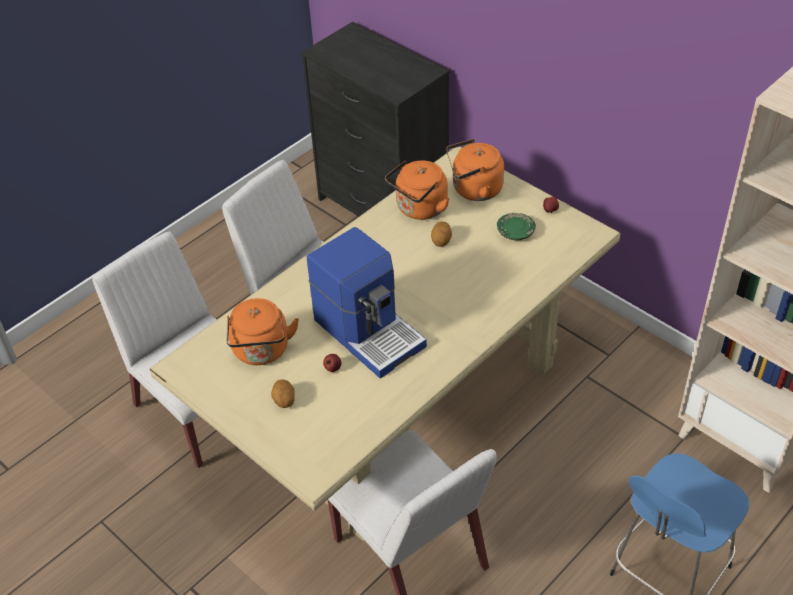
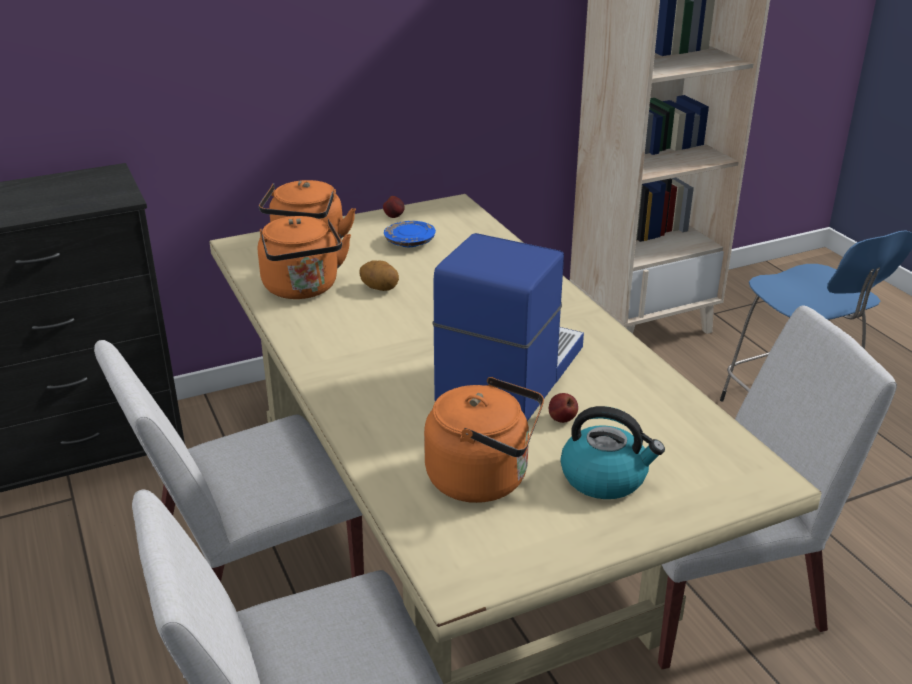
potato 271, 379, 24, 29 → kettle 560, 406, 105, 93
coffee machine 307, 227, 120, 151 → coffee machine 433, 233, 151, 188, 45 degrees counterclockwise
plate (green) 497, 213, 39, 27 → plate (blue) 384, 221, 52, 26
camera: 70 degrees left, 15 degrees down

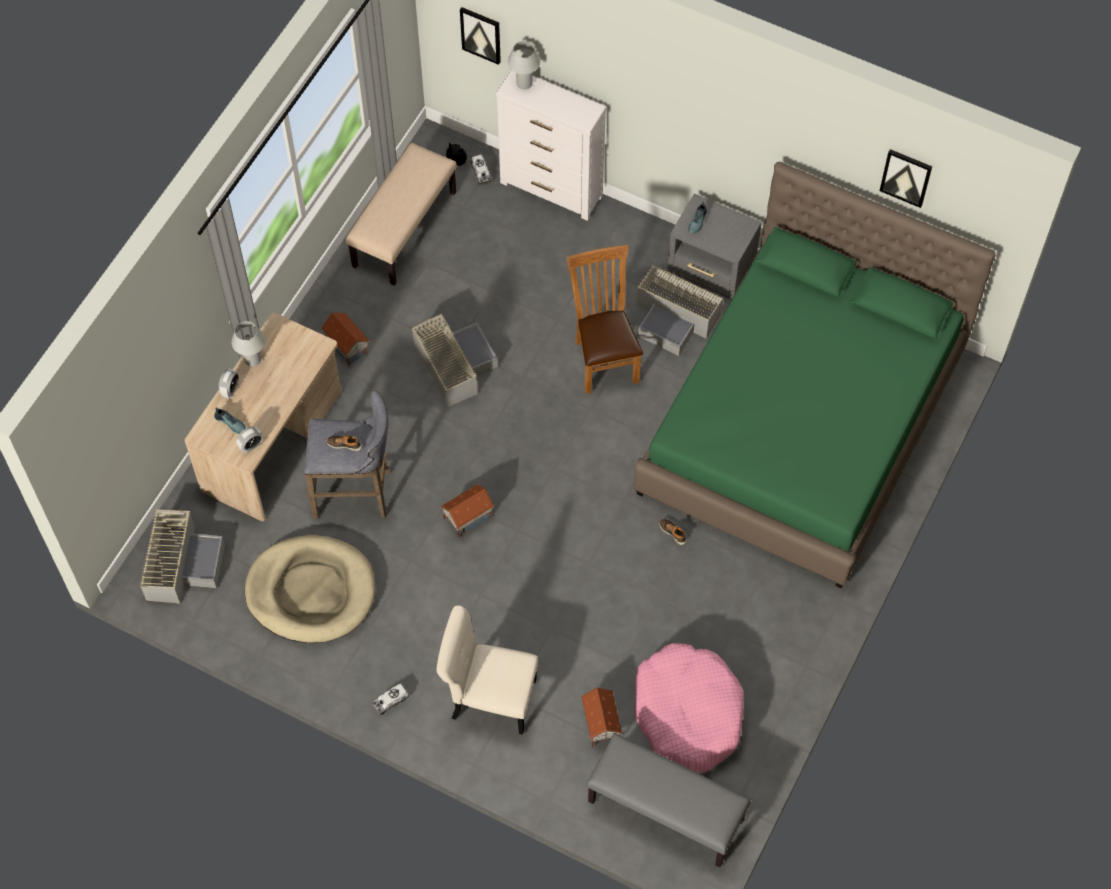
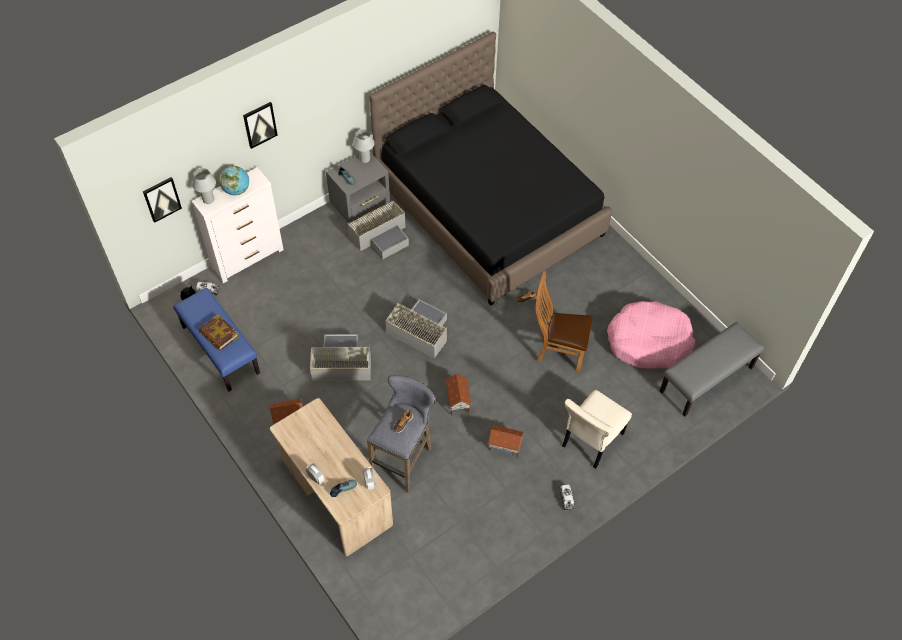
storage box (grey) 141, 510, 84, 93 → storage box (grey) 386, 299, 61, 59, shifted
table lamp (white) 231, 321, 34, 46 → table lamp (white) 353, 129, 22, 34, shifted
dog bed (beige) 245, 535, 130, 108 → -
bench (beige) 346, 143, 111, 143 → bench (blue) 173, 287, 87, 104
chair (brown) 567, 245, 76, 149 → chair (brown) 536, 271, 57, 101, shifted
toy house 581, 688, 41, 59 → toy house 488, 425, 37, 34, shifted
bed (green) 634, 162, 362, 427 → bed (black) 369, 32, 243, 274
picture 880, 149, 52, 59 → picture 243, 102, 34, 47, shifted
- → book 199, 315, 40, 35
- → globe 219, 166, 30, 29
camera: 65 degrees left, 5 degrees down

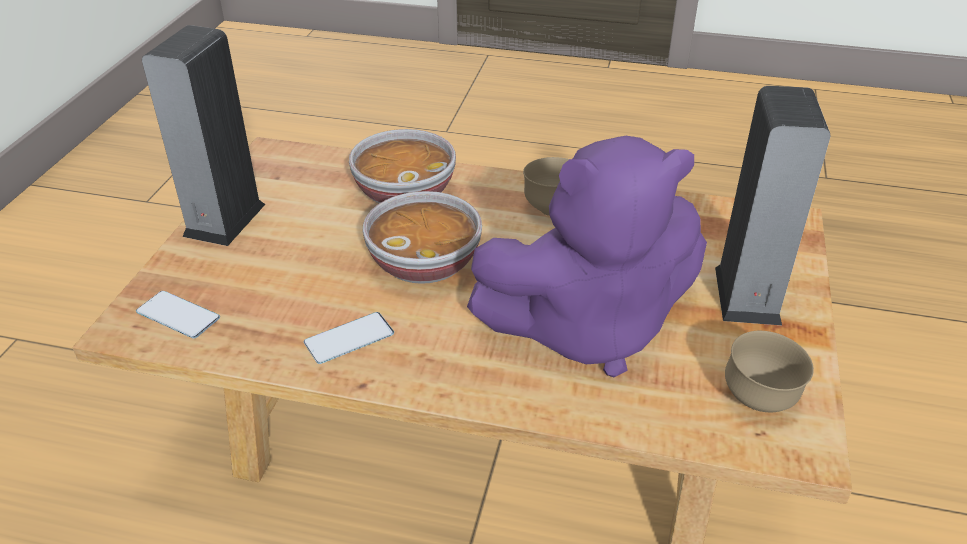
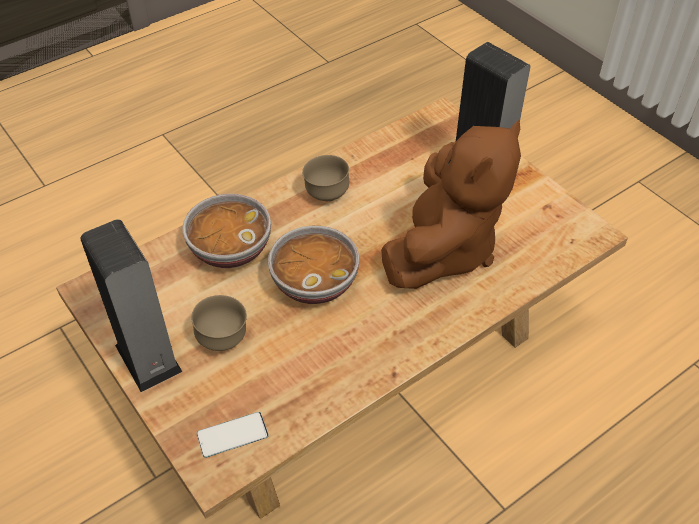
phone 304, 312, 90, 52 → -
plush toy (purple) 467, 136, 240, 242 → plush toy (brown) 381, 120, 140, 169
bowl (brown) 725, 331, 89, 81 → bowl (brown) 191, 295, 56, 56, shifted
camera: 50 degrees left, 10 degrees up

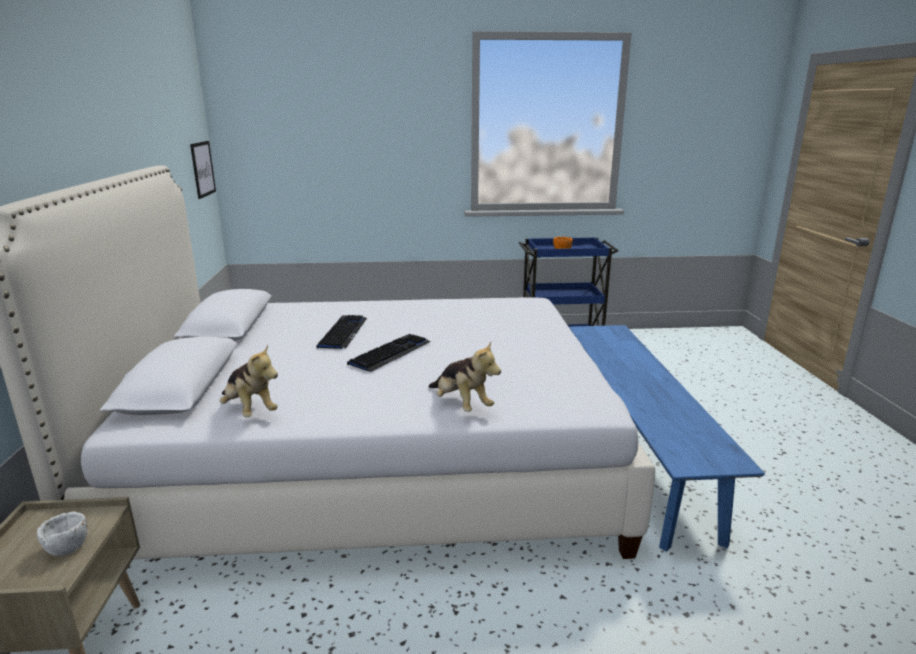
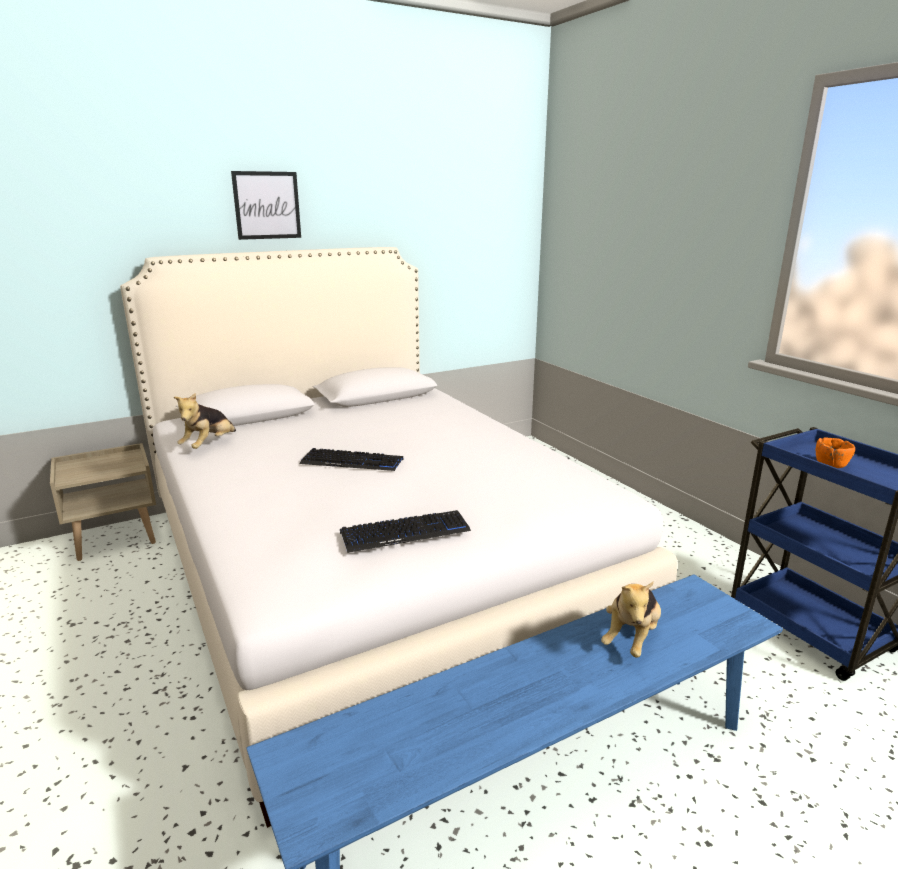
bowl (white) 37, 512, 51, 44 → -
picture 190, 141, 26, 58 → picture 231, 171, 70, 69, shifted
keyboard 316, 315, 51, 34 → keyboard 340, 510, 131, 43, shifted
plush toy 428, 342, 73, 70 → plush toy 601, 581, 60, 77, shifted
camera: 65 degrees right, 0 degrees up

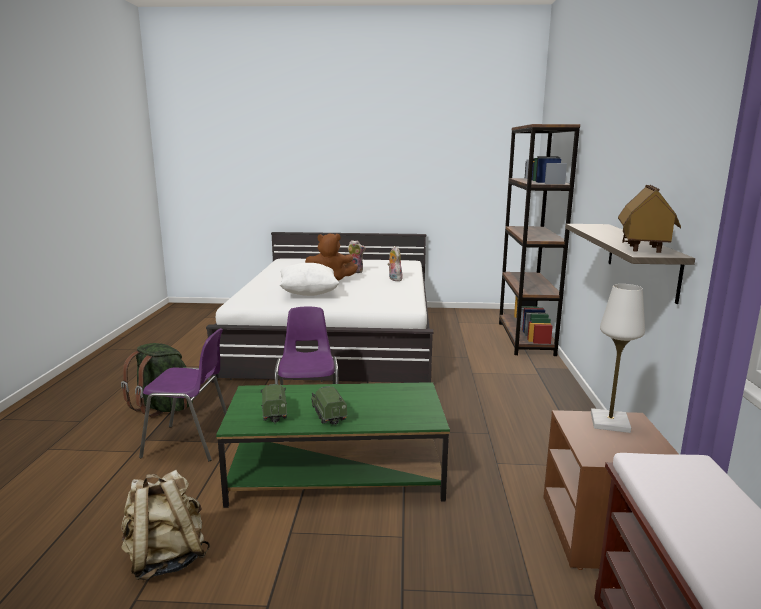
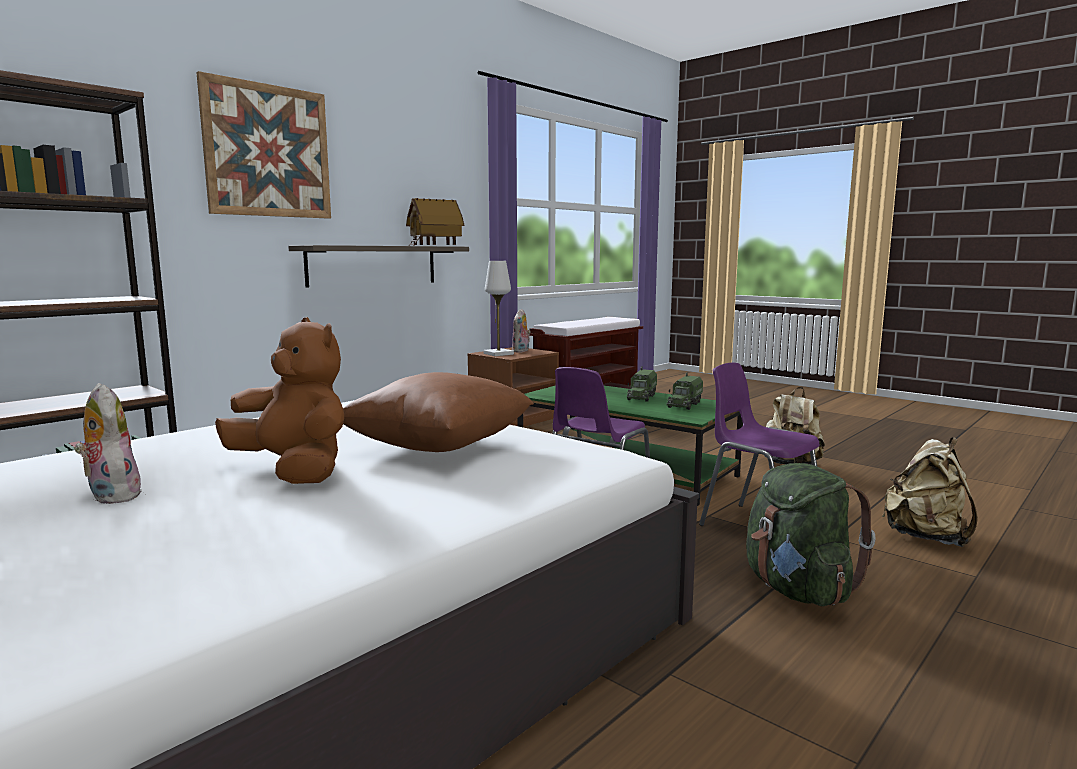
pillow (white) 279, 263, 60, 33 → pillow (brown) 343, 372, 191, 80
plush toy 387, 246, 16, 35 → plush toy 512, 309, 19, 44, shifted
- → picture 196, 71, 135, 148
- → backpack (beige) 882, 437, 96, 110
camera: 140 degrees left, 5 degrees down

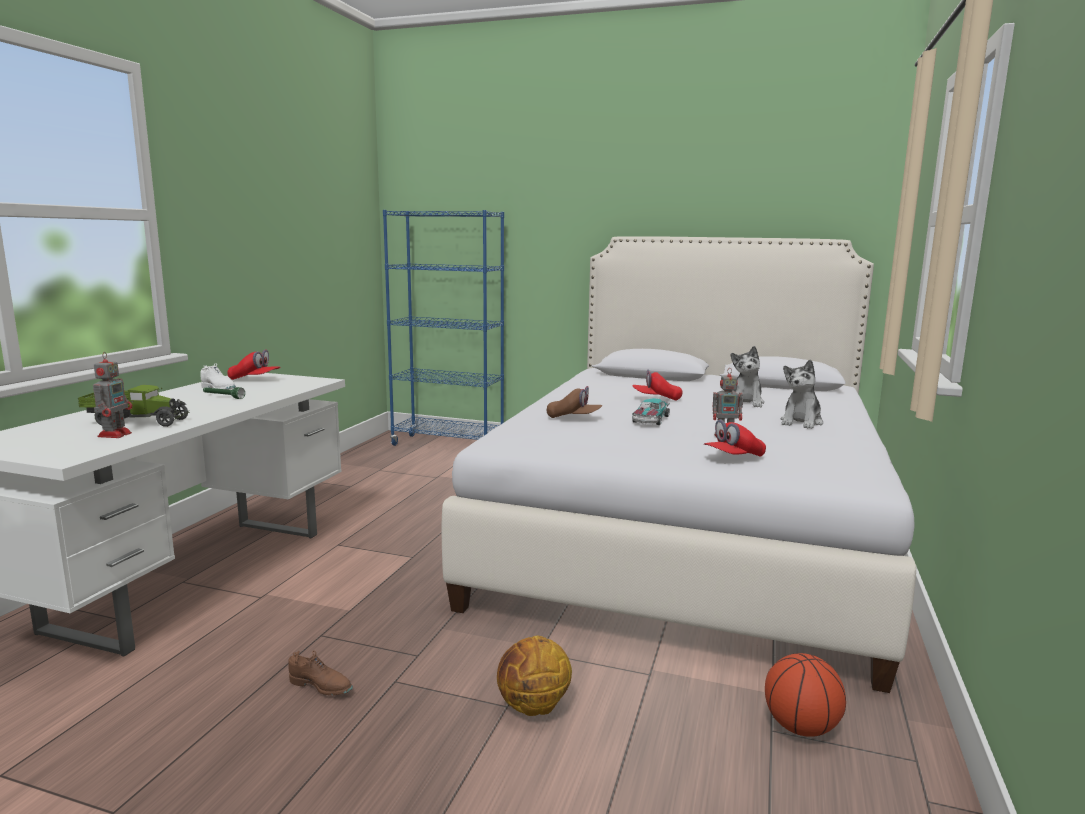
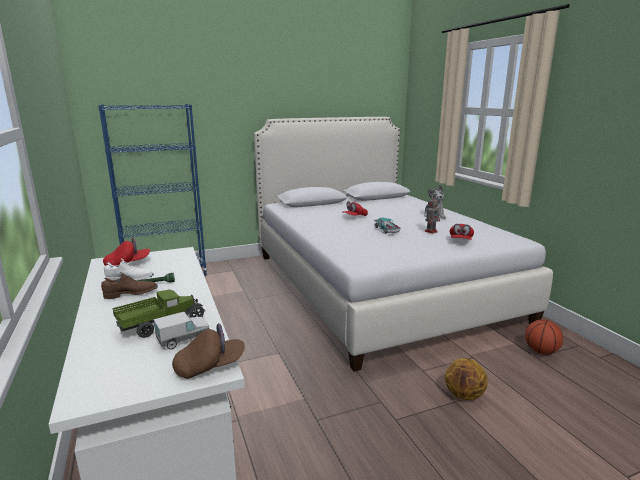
toy robot 93, 352, 39, 86 → toy truck 153, 312, 56, 37
shoe (brown) 288, 651, 65, 44 → shoe (brown) 101, 272, 57, 27, shifted
cap (brown) 547, 386, 55, 32 → cap (brown) 172, 323, 73, 56, shifted
plush toy 731, 346, 33, 61 → -
camera: 40 degrees left, 5 degrees up

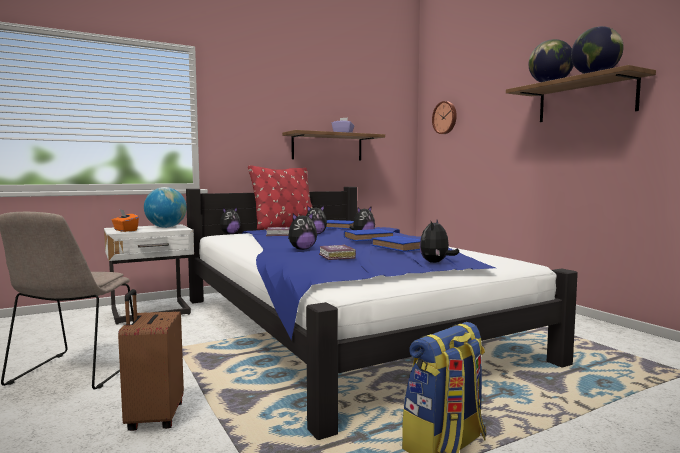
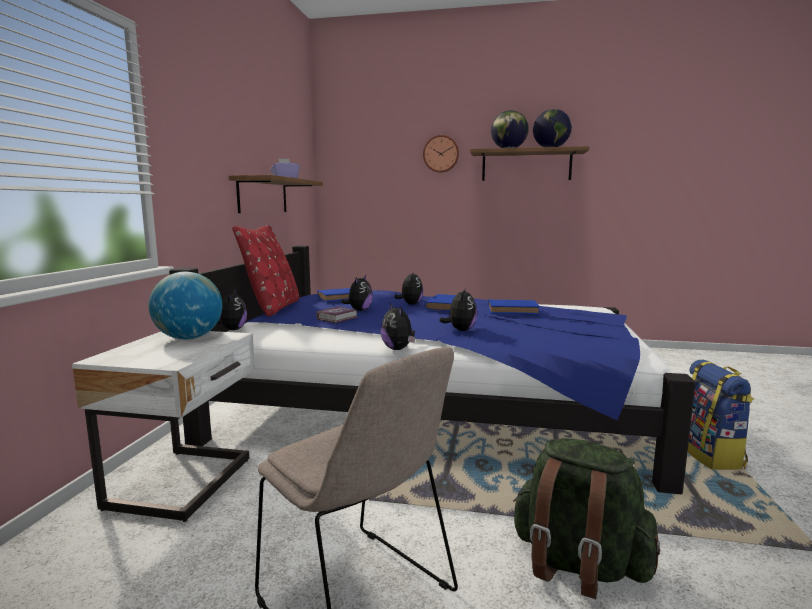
tissue box (orange) 112, 210, 27, 22 → -
suitcase (brown) 118, 289, 66, 142 → backpack (green) 513, 438, 147, 161
book 319, 245, 37, 15 → -
plush toy 420, 220, 39, 43 → plush toy 381, 303, 34, 47, shifted
wall clock 432, 101, 25, 33 → wall clock 423, 135, 36, 38, shifted
camera: 50 degrees left, 5 degrees up

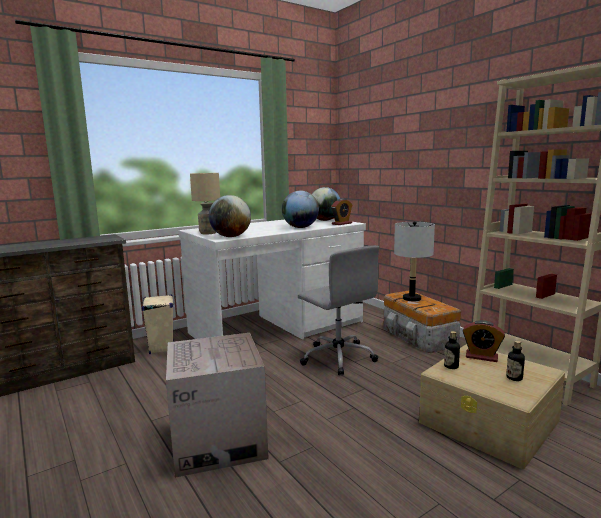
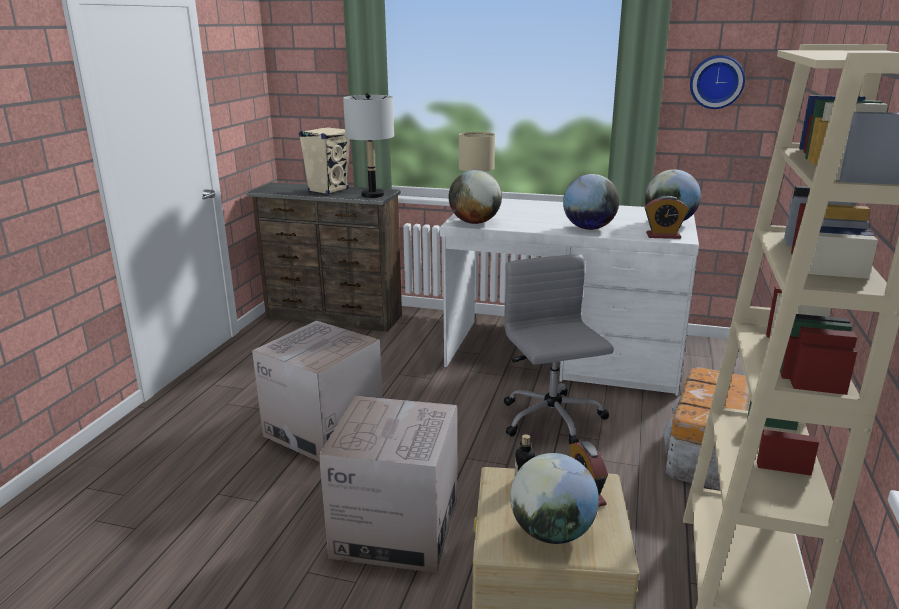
speaker (beige) 142, 295, 31, 59 → speaker (beige) 299, 126, 51, 69, shifted
office chair (grey) 298, 245, 81, 130 → office chair (grey) 504, 254, 110, 190, 150 degrees clockwise
table lamp (grey) 394, 221, 41, 80 → table lamp (grey) 343, 93, 51, 105, shifted
bottle 506, 341, 19, 40 → globe 510, 453, 89, 91
- → cardboard box 319, 396, 138, 177
- → wall clock 690, 55, 55, 54
camera: 50 degrees right, 10 degrees up

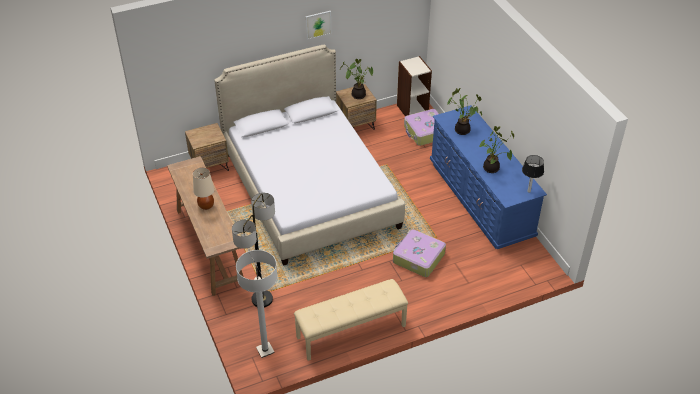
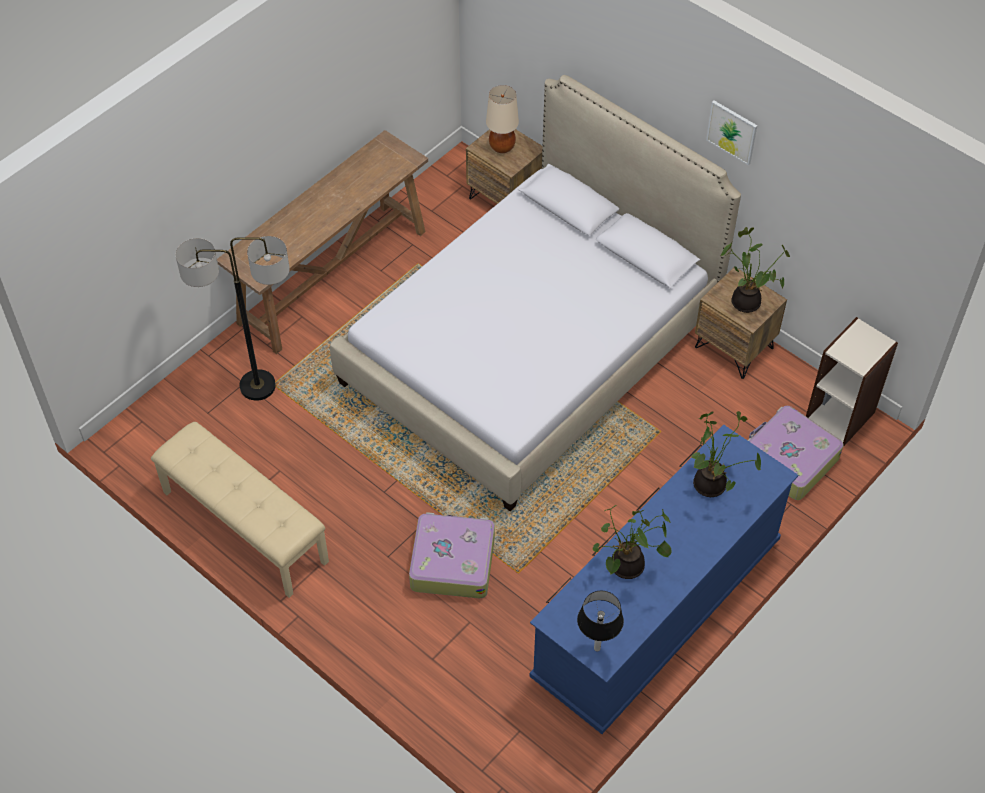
table lamp (beige) 193, 168, 21, 42 → table lamp (beige) 486, 85, 33, 68, shifted
floor lamp (white) 236, 250, 42, 108 → -
camera: 65 degrees right, 10 degrees up

